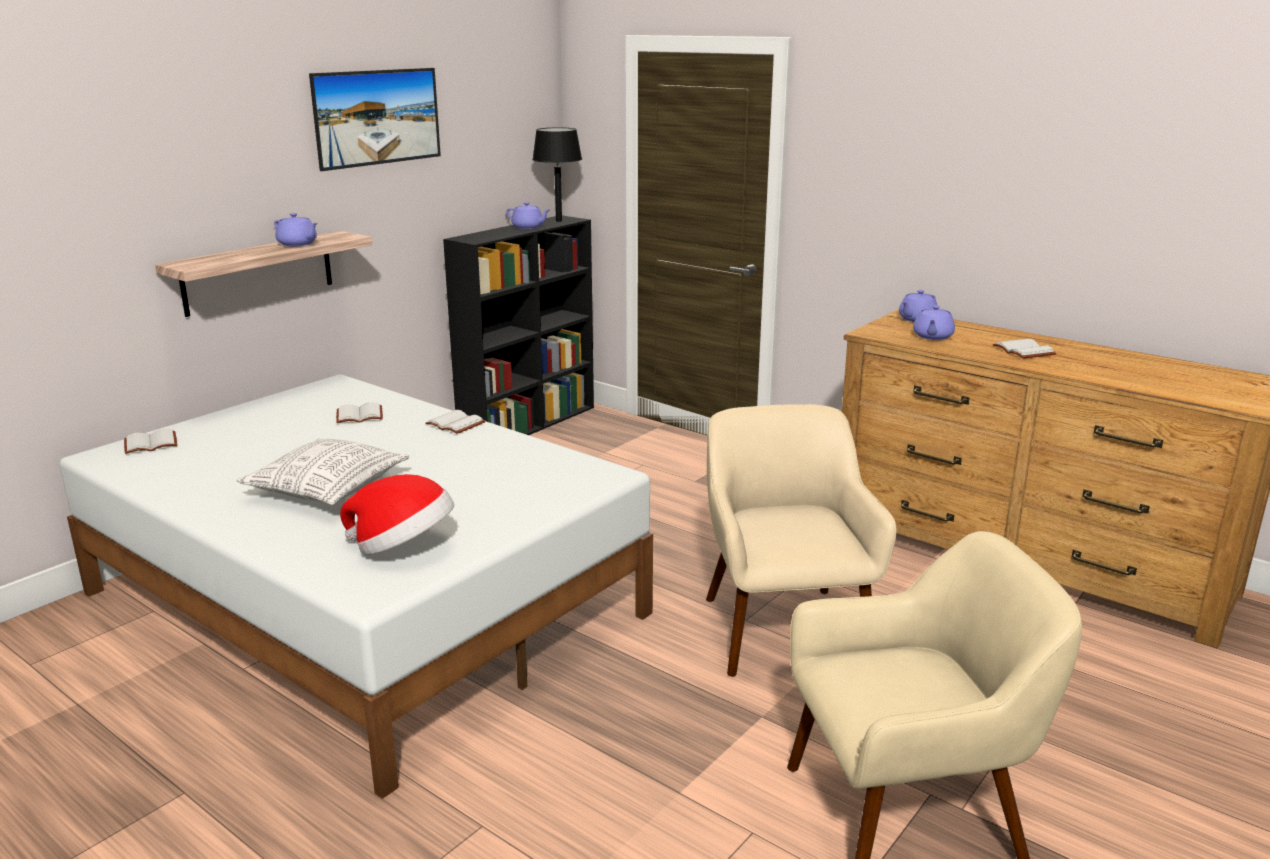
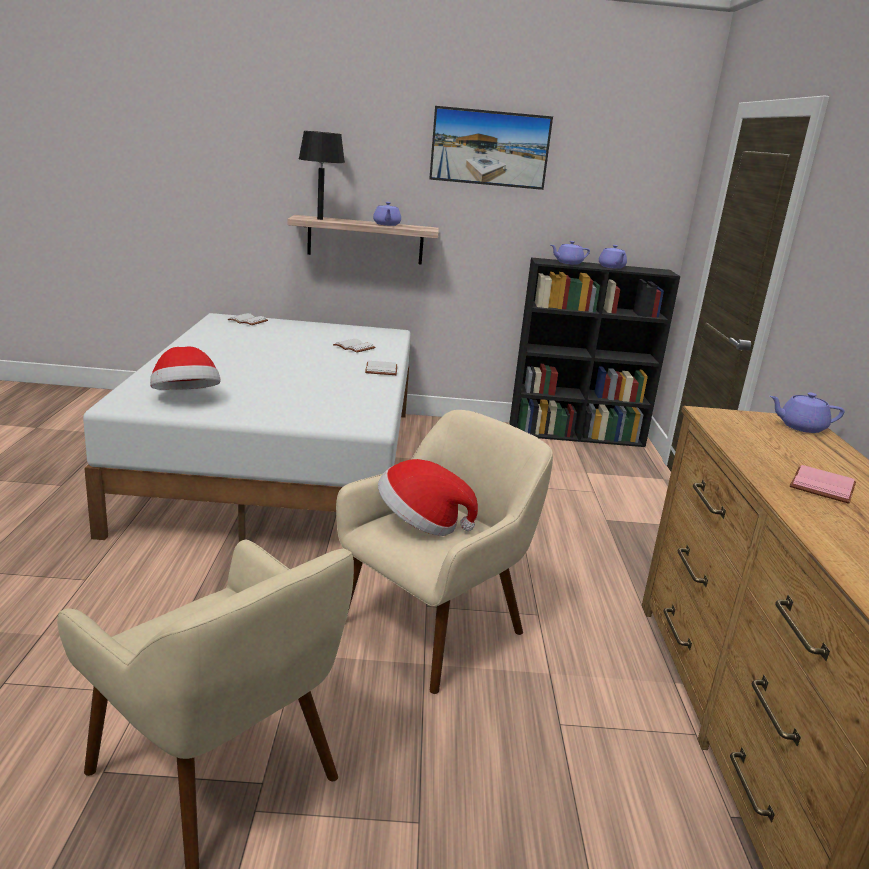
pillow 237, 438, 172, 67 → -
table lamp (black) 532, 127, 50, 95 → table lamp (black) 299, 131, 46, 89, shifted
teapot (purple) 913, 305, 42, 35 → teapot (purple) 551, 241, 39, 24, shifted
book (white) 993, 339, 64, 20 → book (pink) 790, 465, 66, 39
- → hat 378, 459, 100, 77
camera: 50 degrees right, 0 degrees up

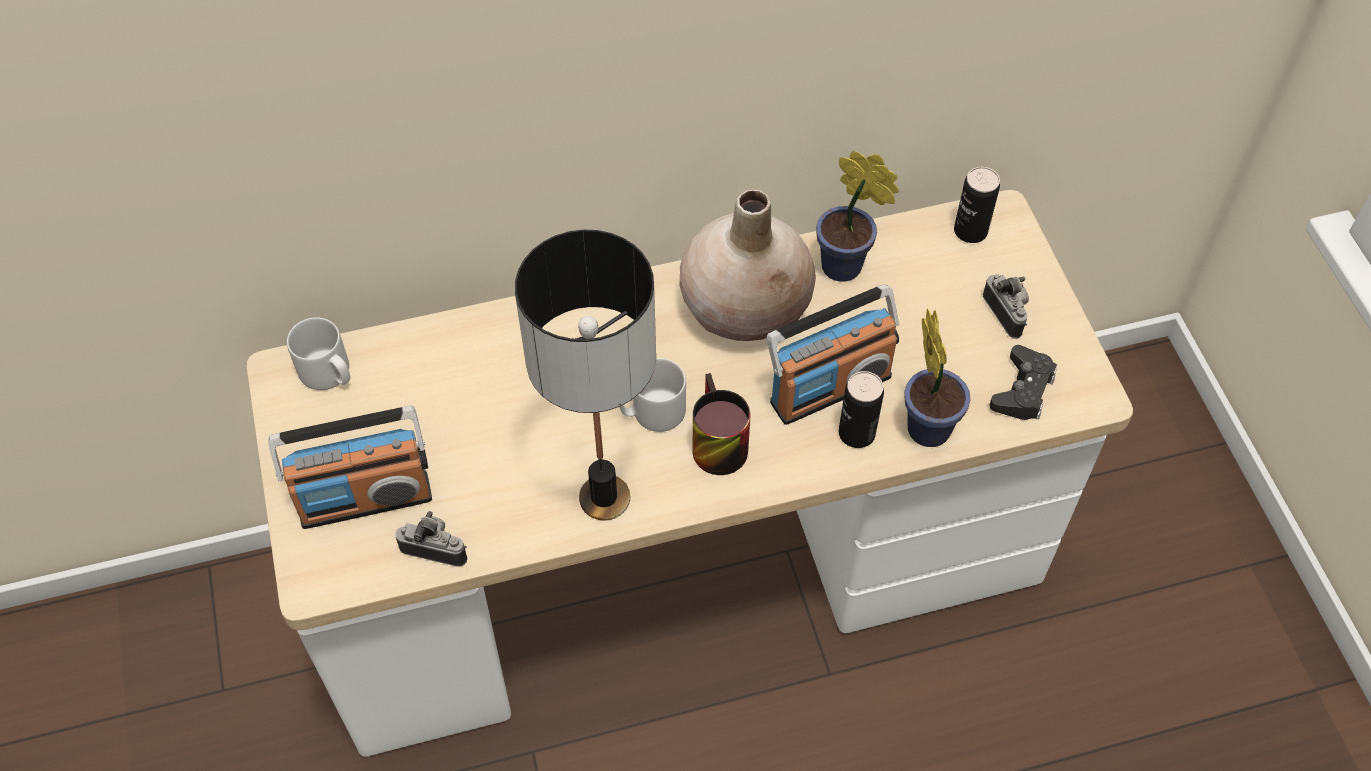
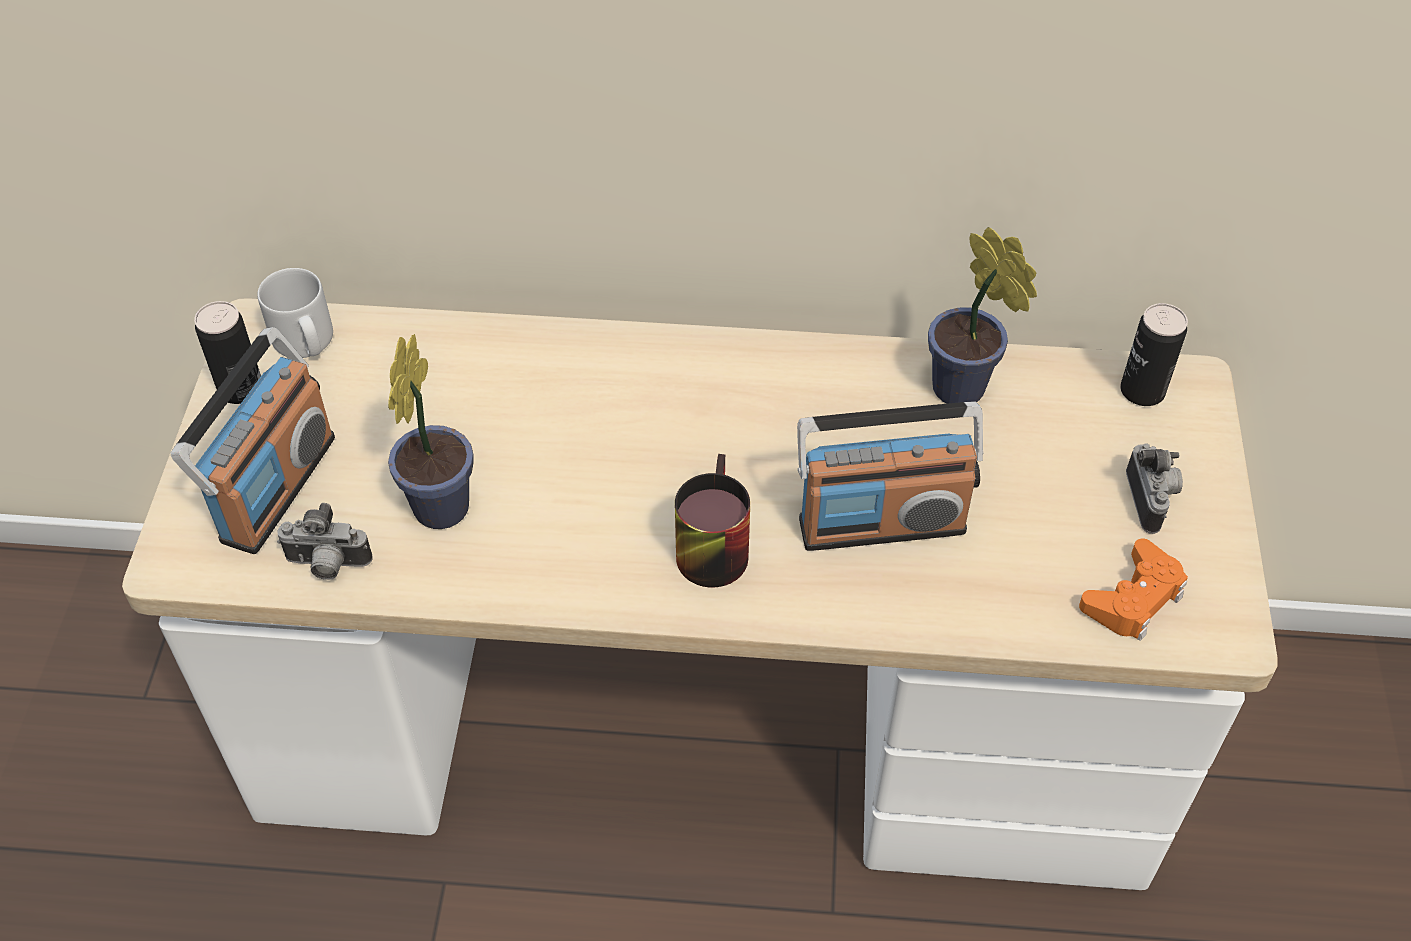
radio 269, 406, 163, 123 → radio 170, 327, 165, 227, 75 degrees counterclockwise
photo camera 395, 511, 72, 56 → photo camera 277, 503, 96, 77, 150 degrees clockwise
table lamp 515, 229, 141, 291 → -
mug (grey) 619, 358, 67, 74 → -
vase (beige) 680, 190, 136, 151 → -
can 839, 371, 45, 77 → can 194, 301, 67, 103, shifted
potted plant 904, 308, 67, 139 → potted plant 388, 334, 86, 195, shifted
game controller (black) 989, 345, 68, 75 → game controller (orange) 1079, 538, 109, 103
camera: 20 degrees right, 5 degrees down

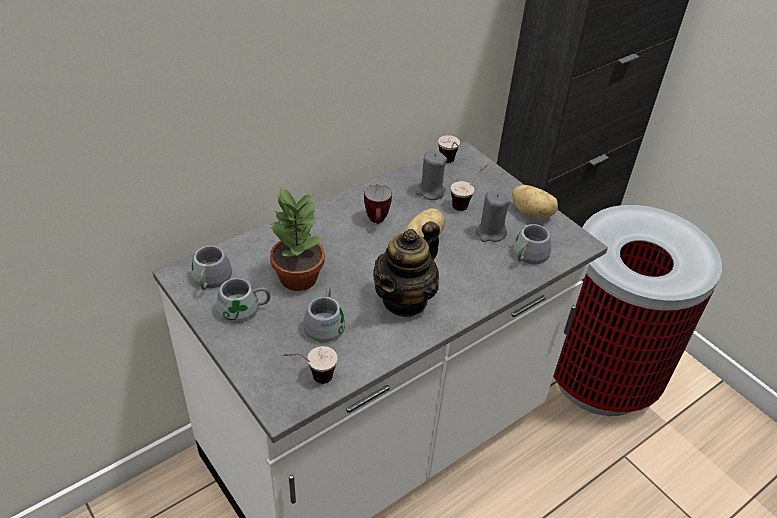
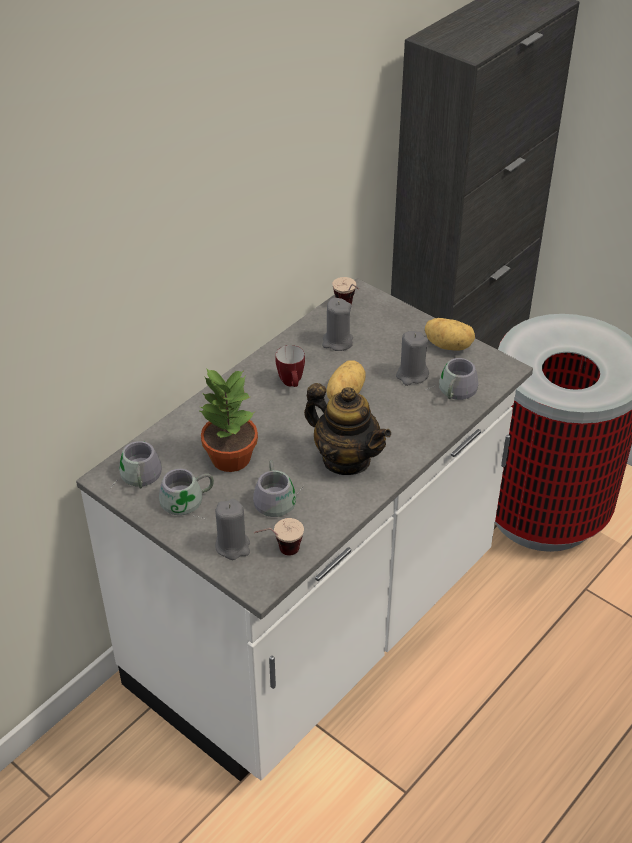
teapot 373, 221, 67, 97 → teapot 304, 383, 87, 92, 75 degrees counterclockwise
cup 451, 165, 37, 46 → -
- → candle (grey) 215, 499, 35, 61
camera: 10 degrees left, 0 degrees up

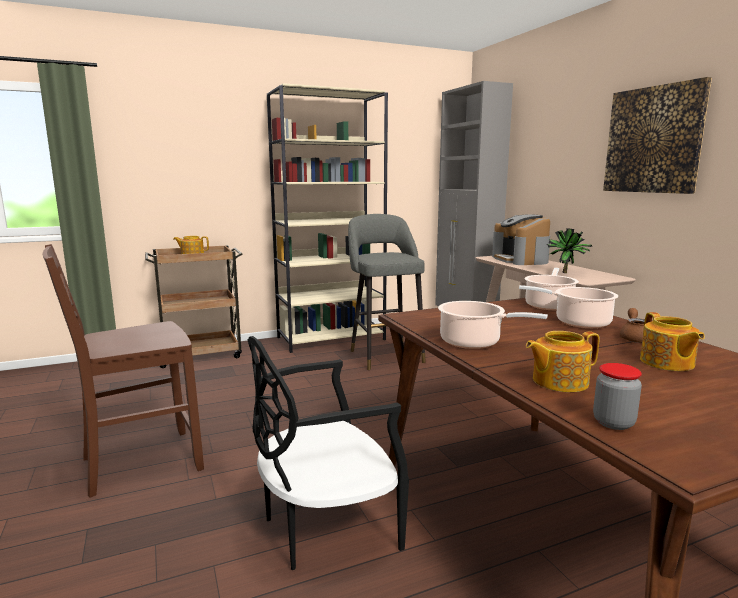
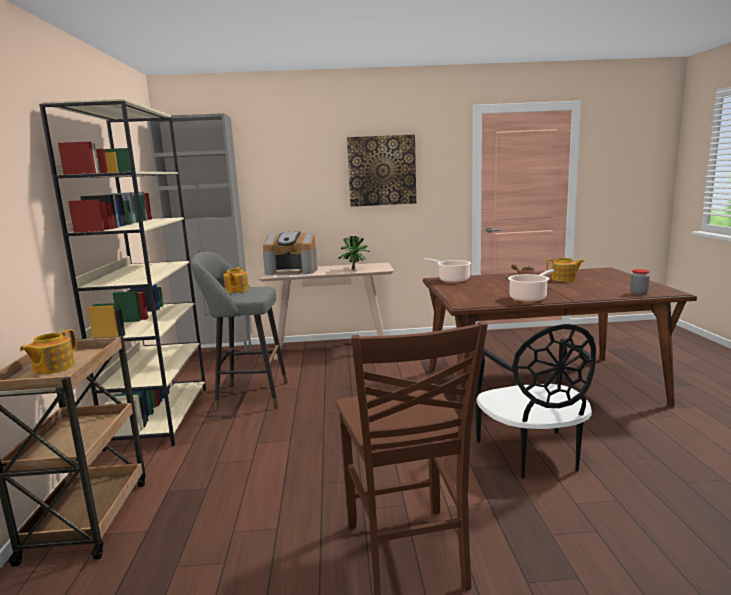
cooking pot 519, 285, 99, 43 → -
teapot 526, 331, 73, 61 → teapot 224, 267, 25, 26, shifted
camera: 70 degrees left, 0 degrees up

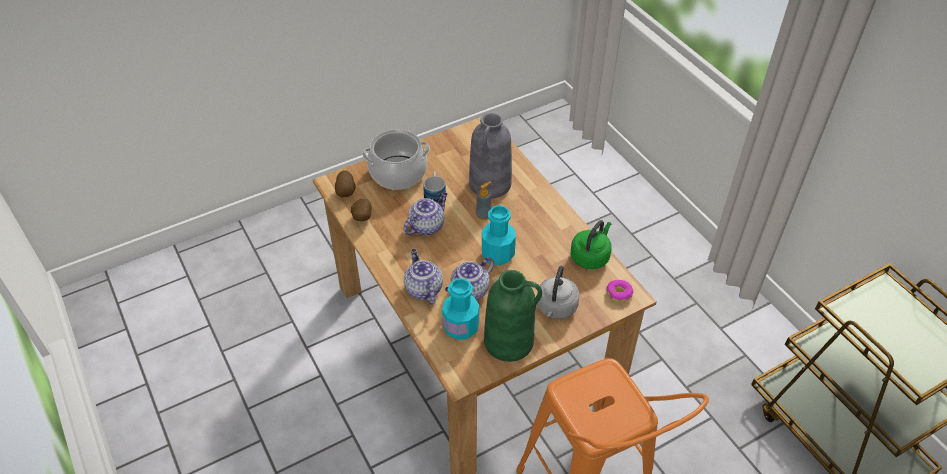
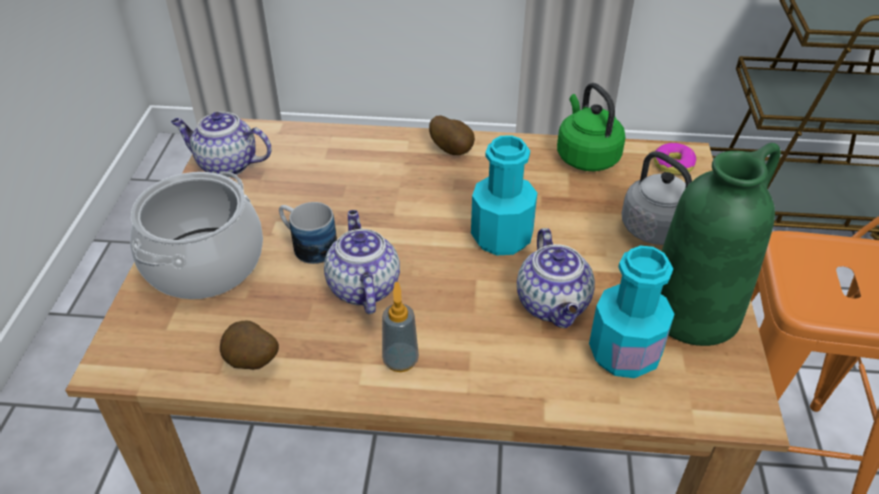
potato 335, 170, 21, 27 → potato 429, 115, 46, 40, shifted
teapot 404, 249, 39, 56 → teapot 171, 112, 100, 63, shifted
vase (grey) 469, 113, 43, 85 → -
soap dispenser 476, 182, 16, 38 → soap dispenser 382, 282, 37, 90, shifted
camera: 55 degrees left, 5 degrees down

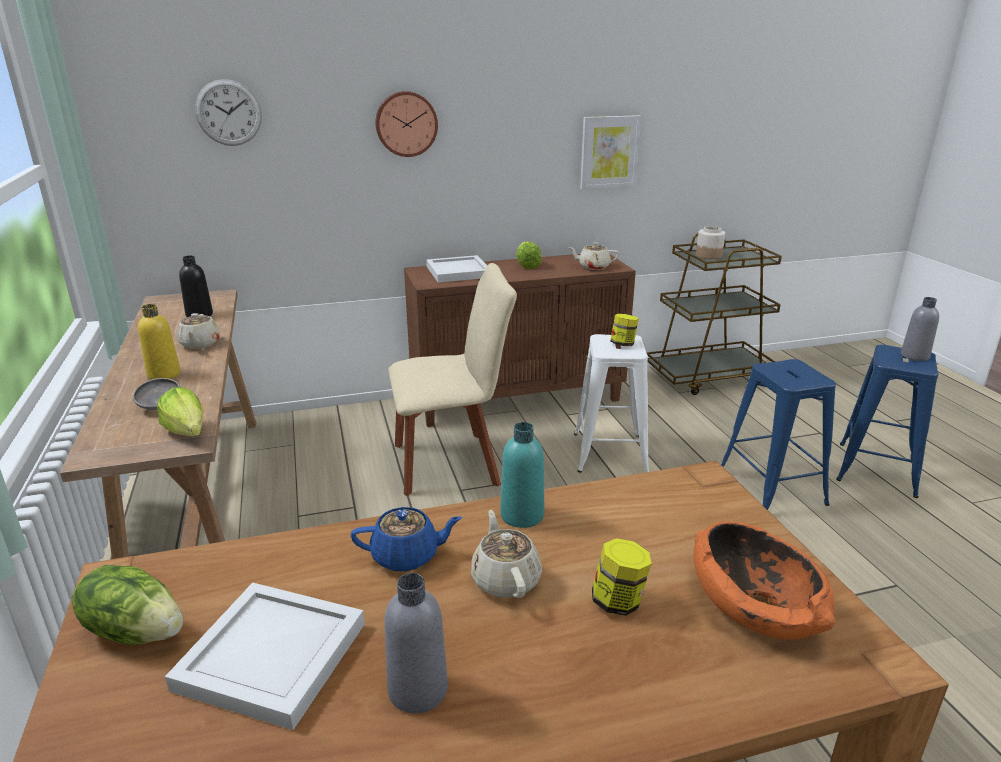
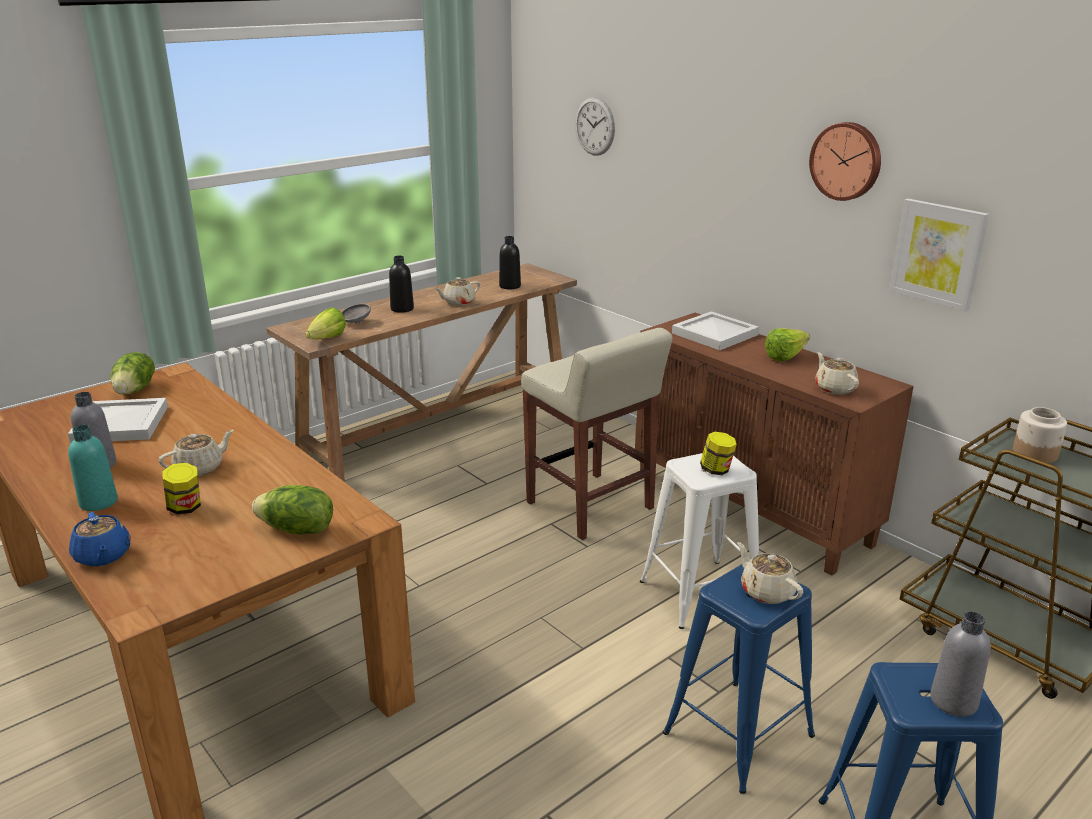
bottle (yellow) 138, 304, 42, 76 → bottle (black) 389, 256, 25, 57
teapot (blue) 351, 507, 111, 65 → teapot (blue) 69, 512, 62, 54, shifted
wall clock 375, 91, 63, 66 → wall clock 809, 122, 72, 79, shifted
chair (beige) 388, 263, 129, 233 → stool (beige) 521, 328, 152, 212
bottle (turquoise) 500, 422, 44, 106 → bottle (turquoise) 68, 425, 50, 86, shifted
bowl (orange) 694, 521, 141, 119 → -
- → lettuce 252, 485, 81, 49
- → teapot (beige) 737, 542, 66, 62
camera: 65 degrees right, 0 degrees up

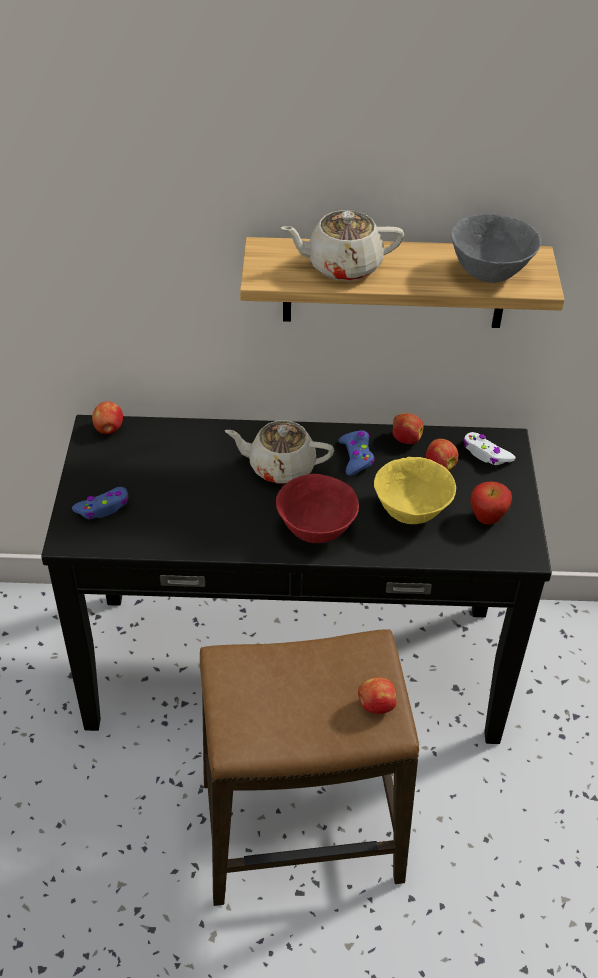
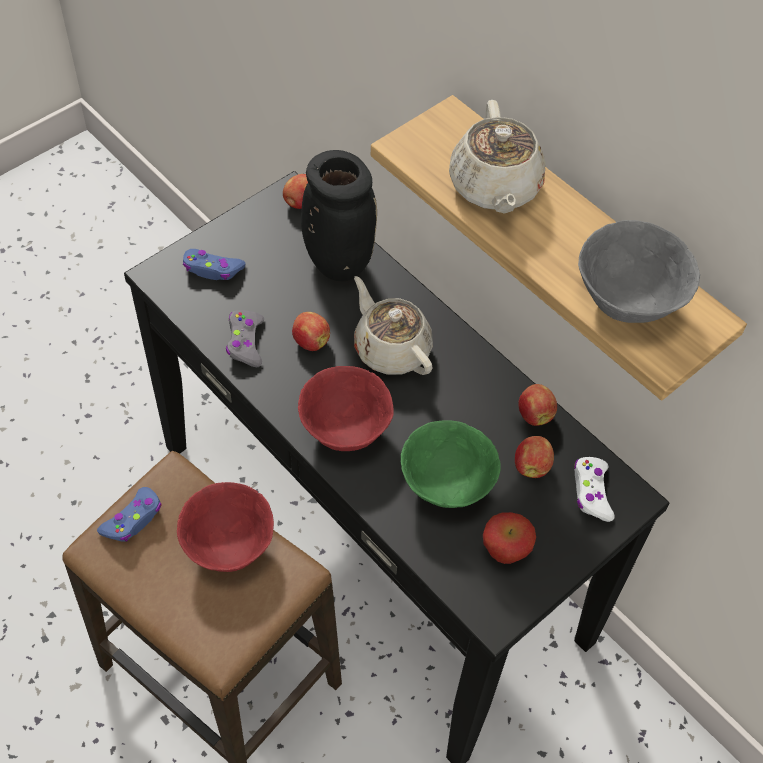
teapot (beige) 281, 210, 123, 71 → teapot (beige) 449, 100, 96, 114, 135 degrees counterclockwise
game controller (blue) 338, 431, 37, 45 → game controller (blue) 97, 487, 64, 55, shifted
apple 358, 677, 38, 37 → apple 292, 312, 38, 39, shifted
bowl (yellow) 374, 457, 82, 67 → bowl (green) 401, 420, 100, 88
- → bowl (red) 177, 482, 97, 90
- → game controller (grey) 226, 310, 38, 57
- → vase (black) 301, 150, 76, 131
camera: 45 degrees right, 10 degrees up

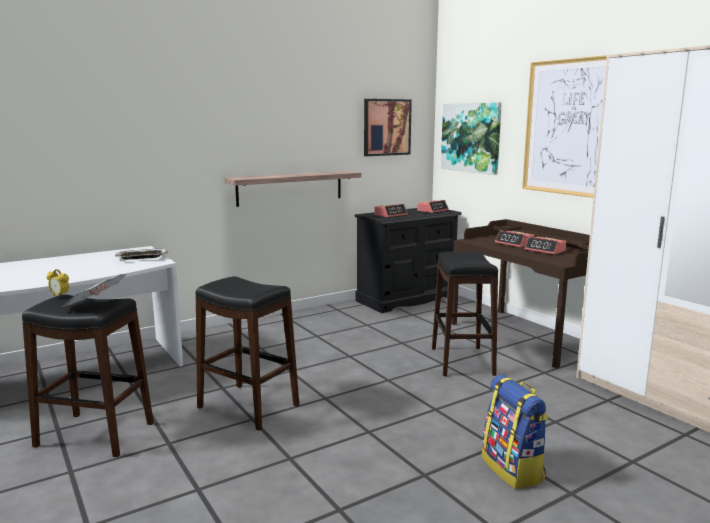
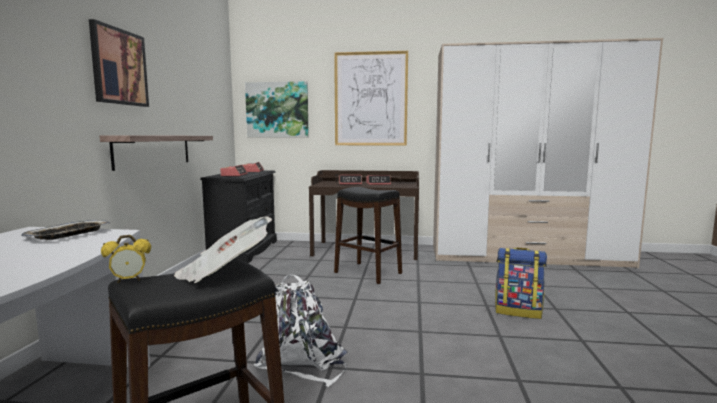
stool (black) 196, 276, 103, 155 → backpack (white) 254, 274, 94, 113
picture 364, 99, 48, 57 → picture 89, 19, 60, 88, shifted
camera: 50 degrees left, 5 degrees down

